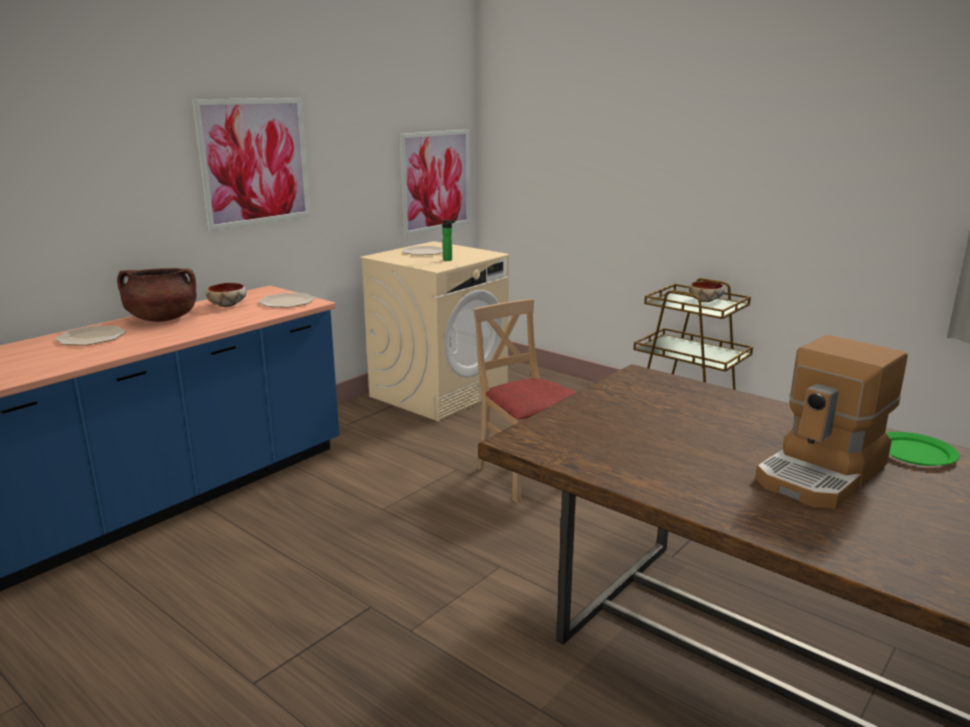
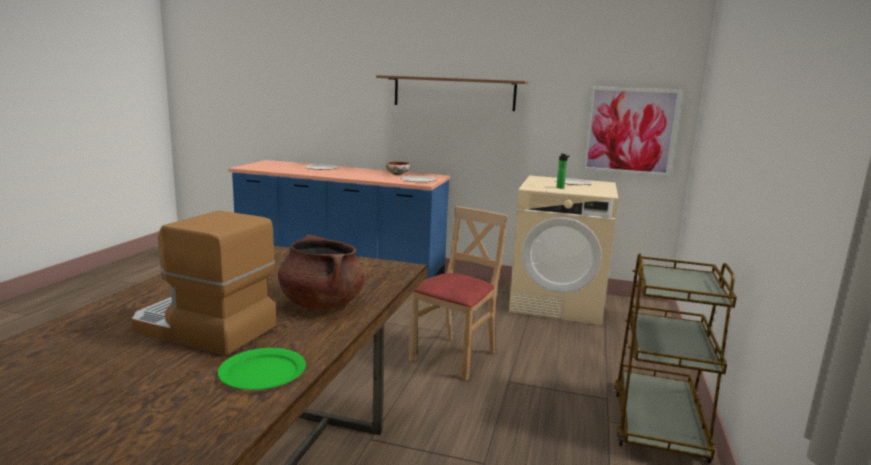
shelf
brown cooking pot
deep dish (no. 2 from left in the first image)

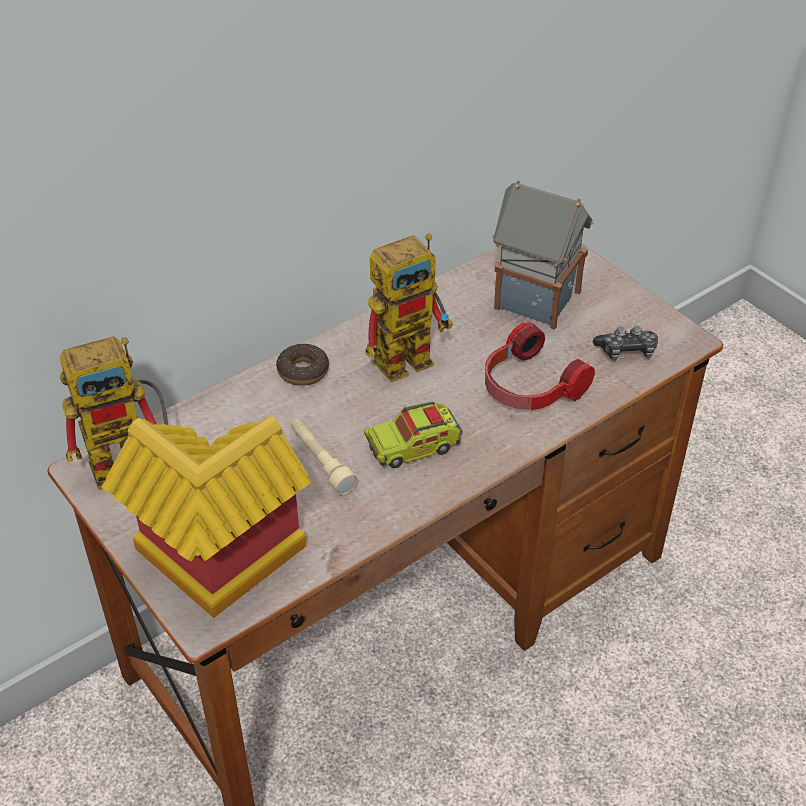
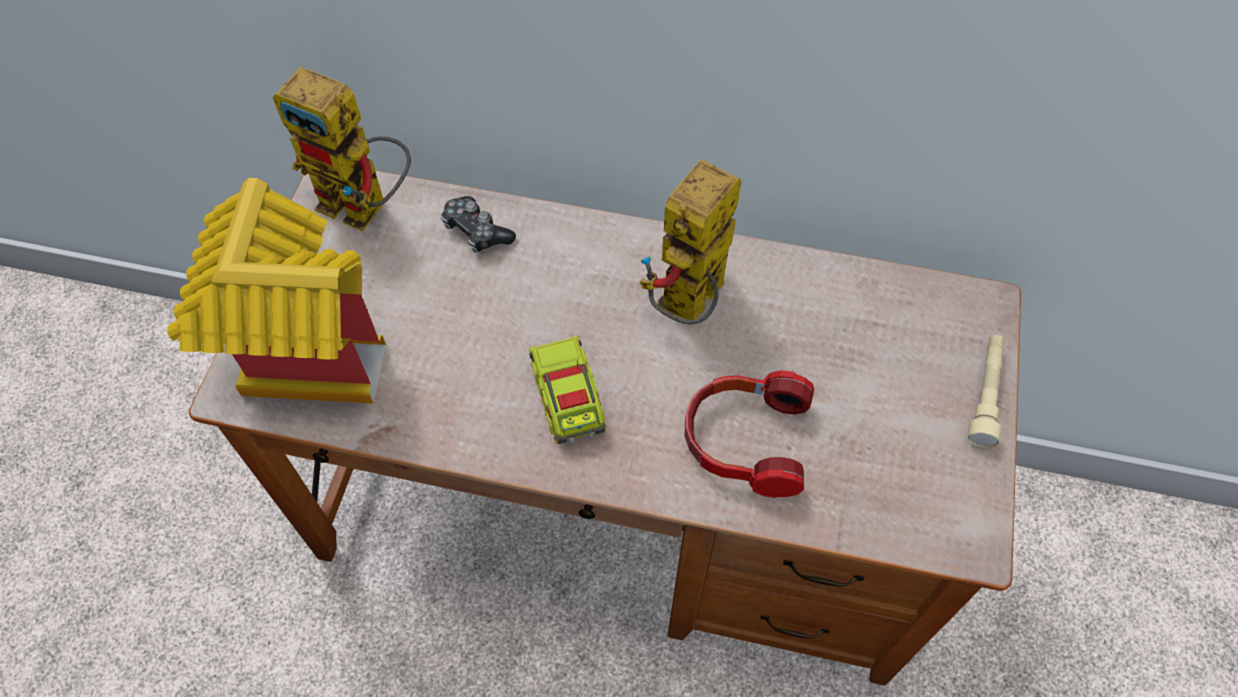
miniature house (no. 2 from left in the first image)
model robot (no. 2 from left)
joypad
doughnut
model truck
beige-coloured flashlight

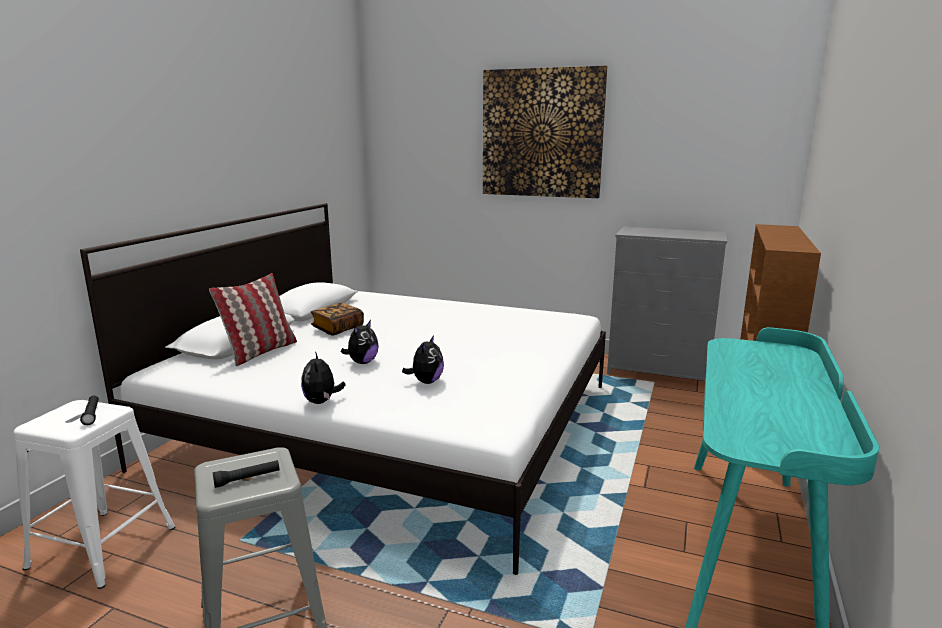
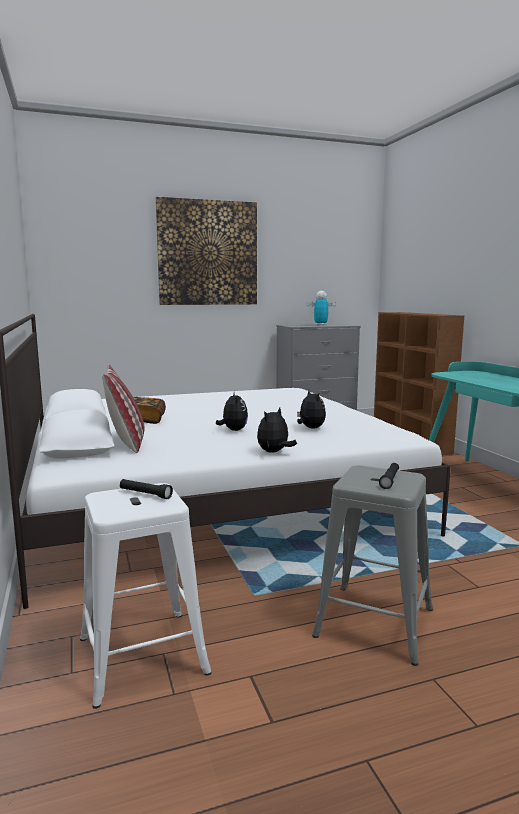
cuddly toy (no. 2 from left)
model robot

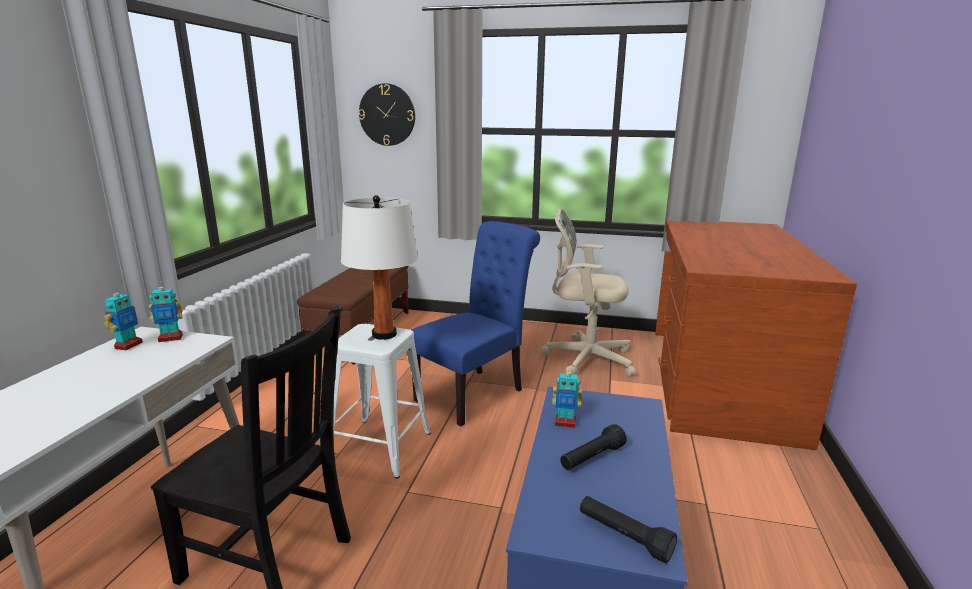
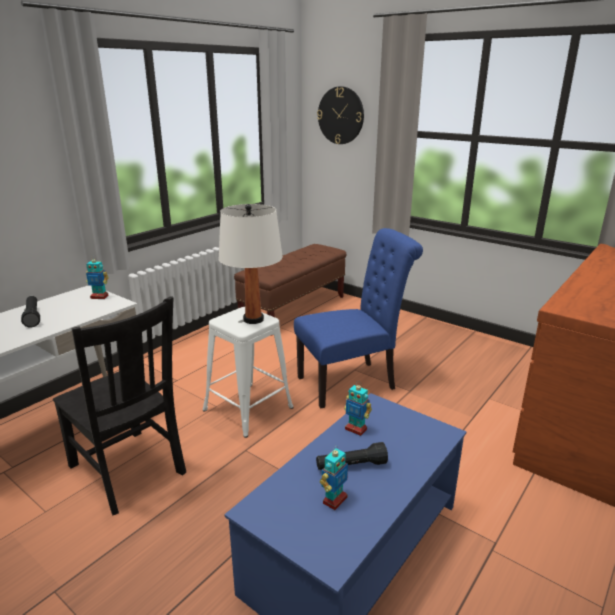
beige-coloured desk chair
model robot (no. 2 from left)
black-coloured flashlight (no. 1 from left)

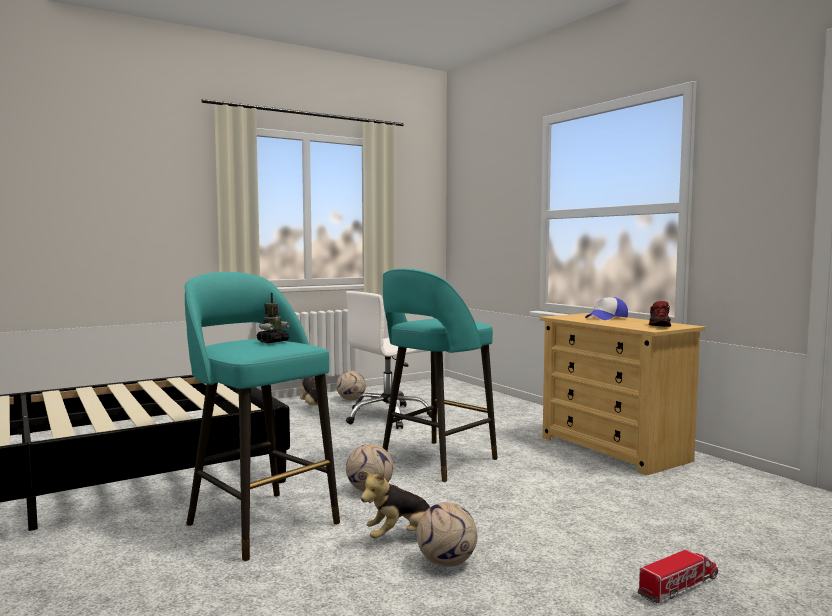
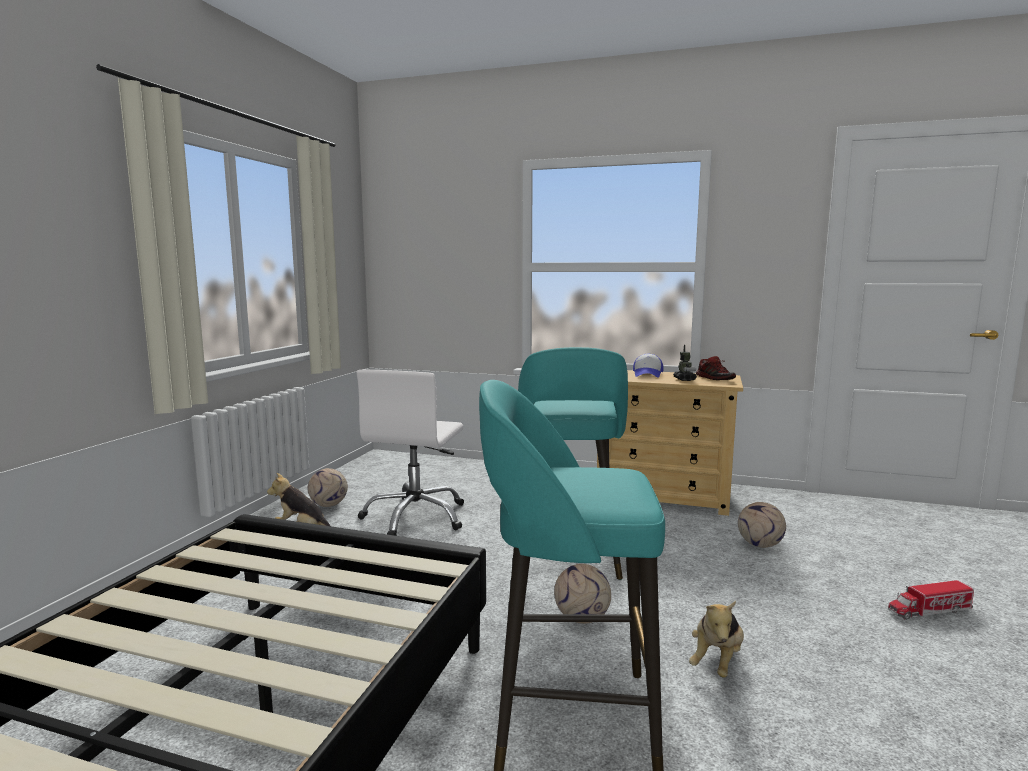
model robot
football ball (no. 3 from left)
model truck

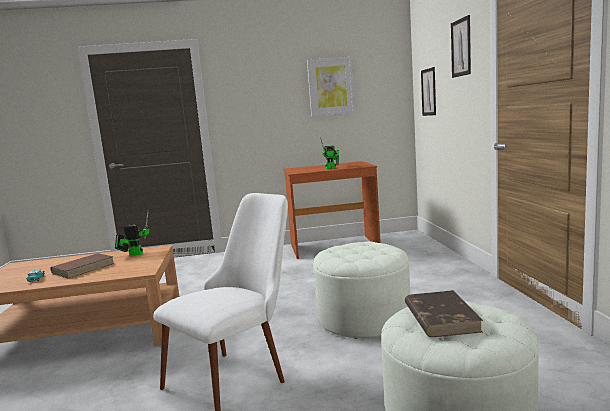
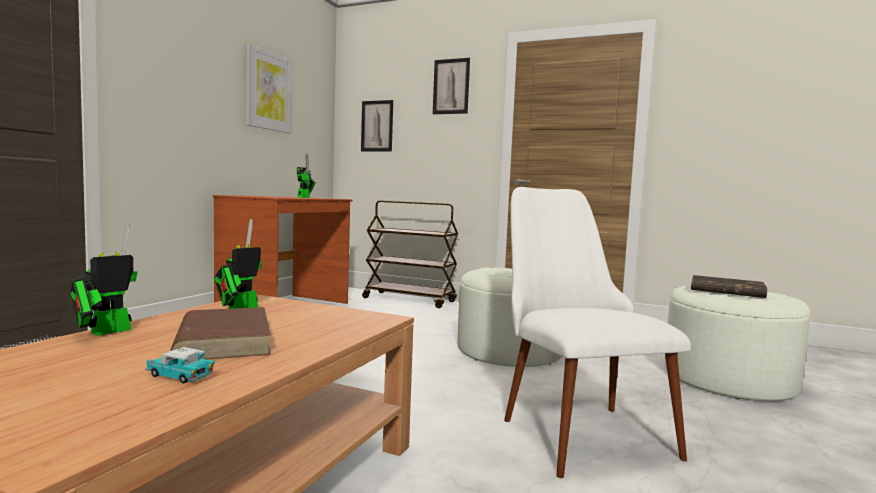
brown wheeled cart
model robot (no. 1 from left)

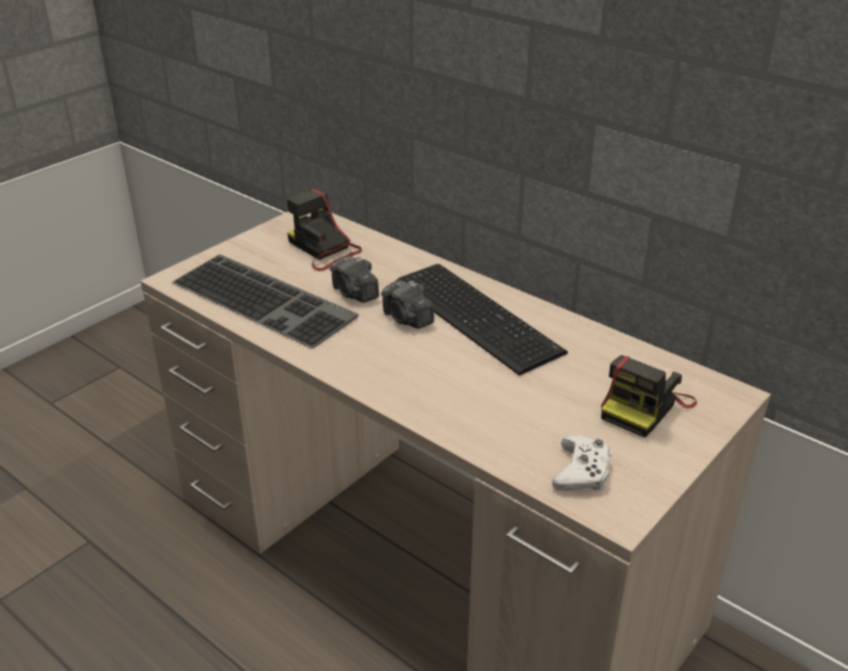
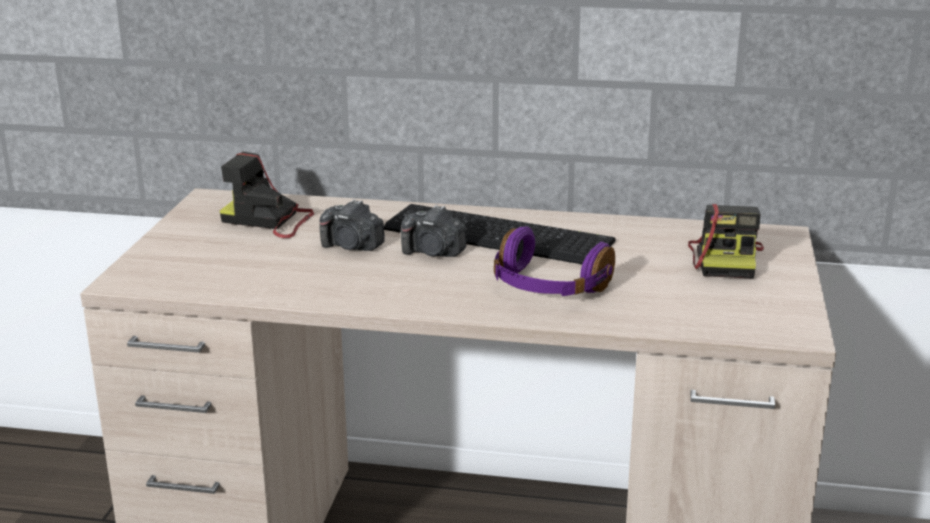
PC keyboard (no. 1 from left in the first image)
white joypad
purplish headset

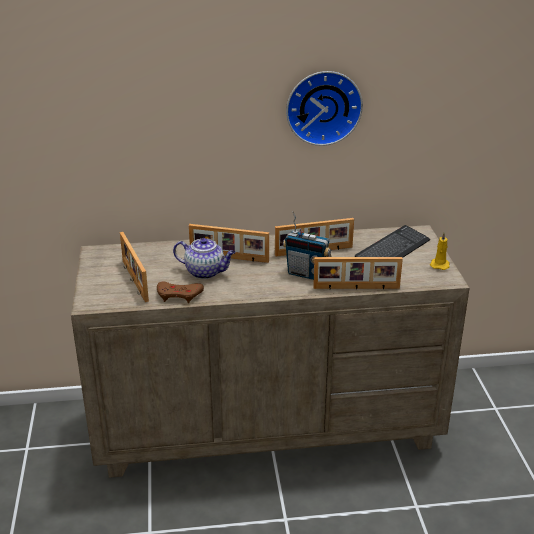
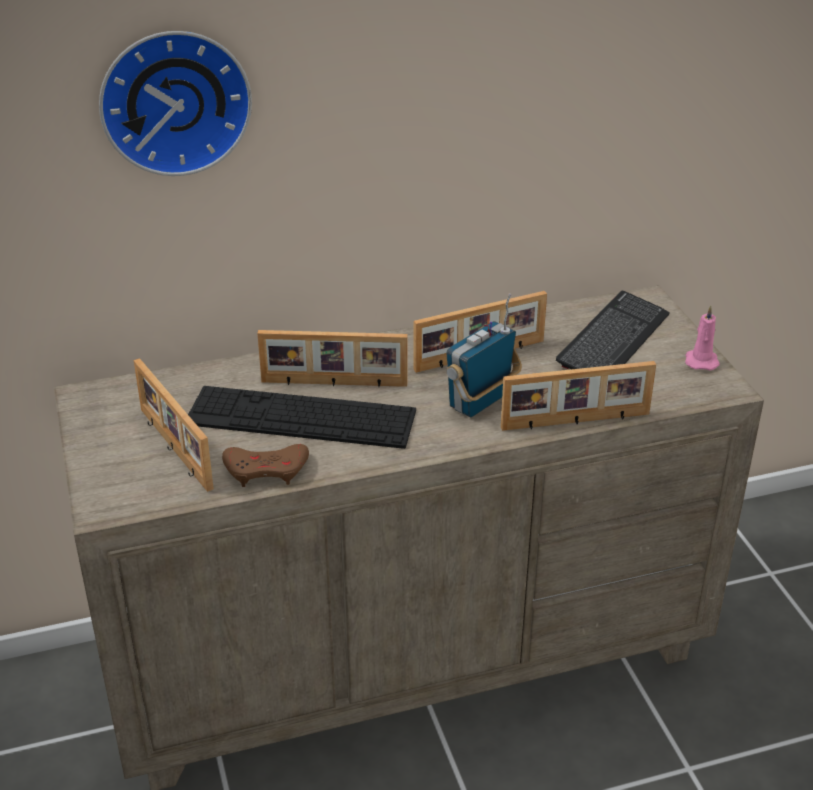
hanging clock
radio set
pink candle
PC keyboard (no. 1 from left)

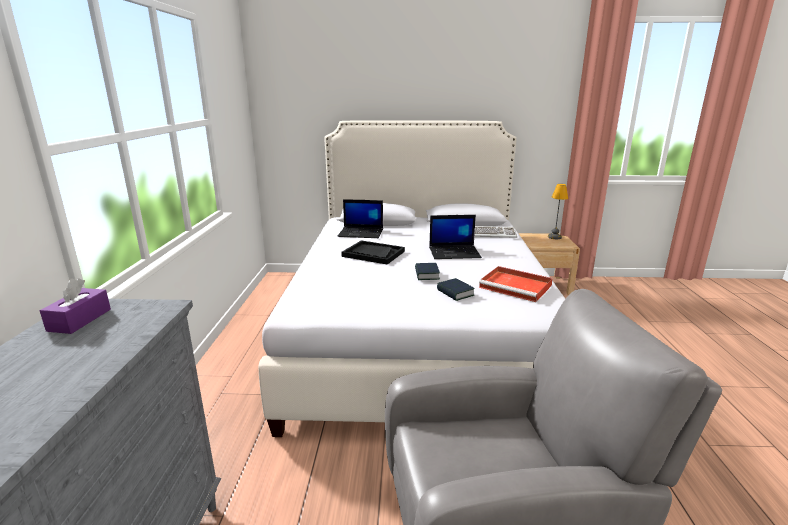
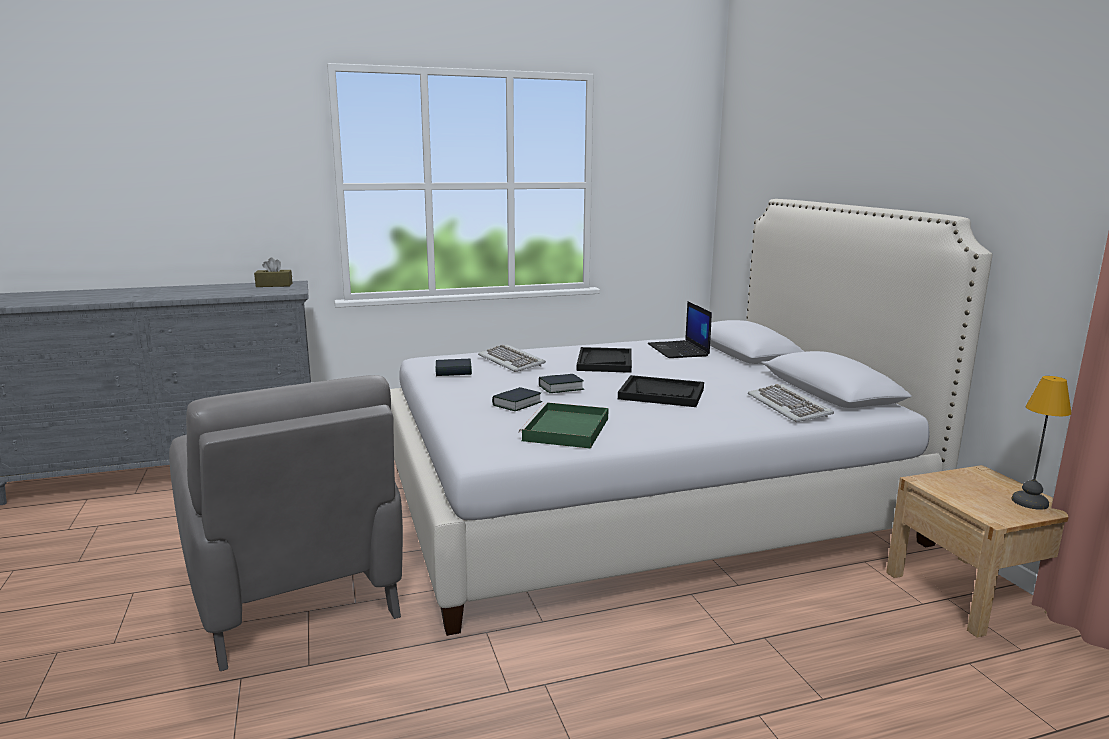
black-coloured tray (no. 2 from left)
greenish tray
brown tissue box
PC keyboard (no. 1 from left)
bound book (no. 1 from left)

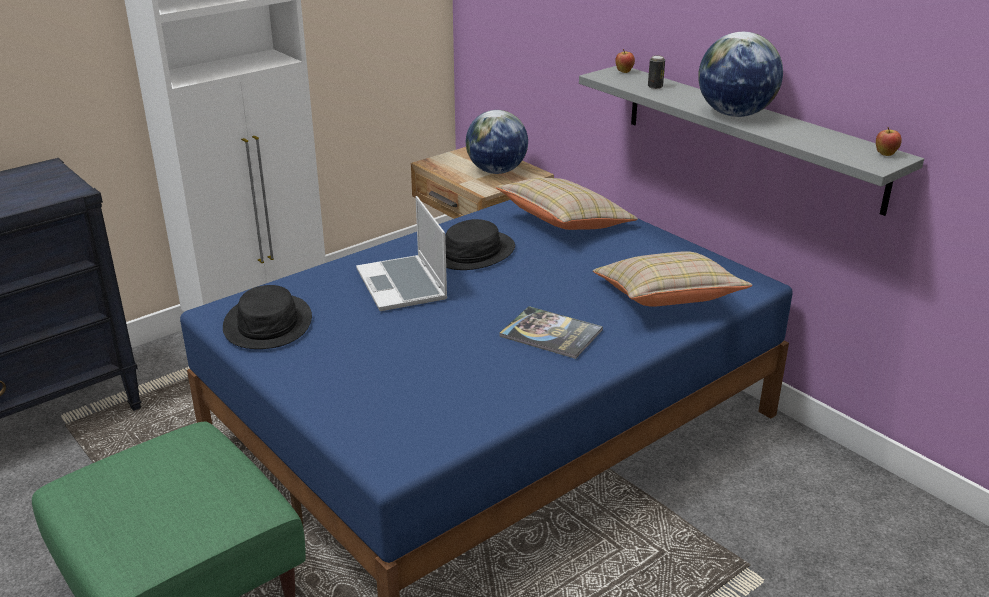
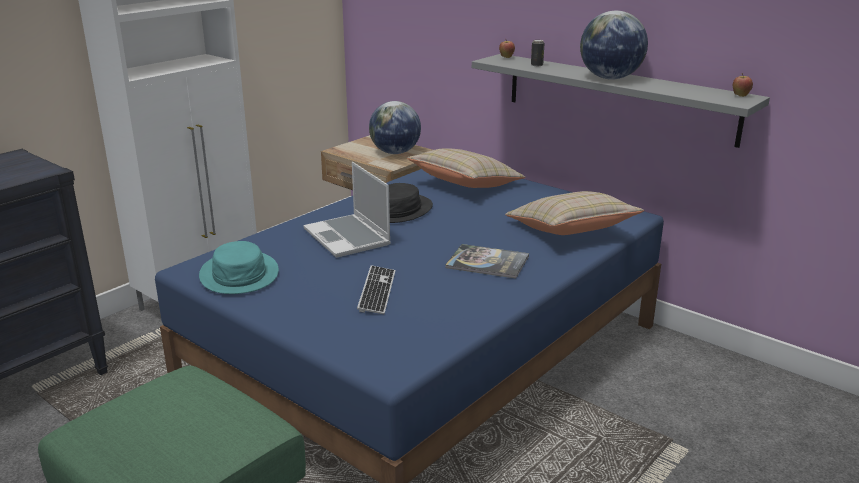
turquoise-coloured wearable hat
PC keyboard

